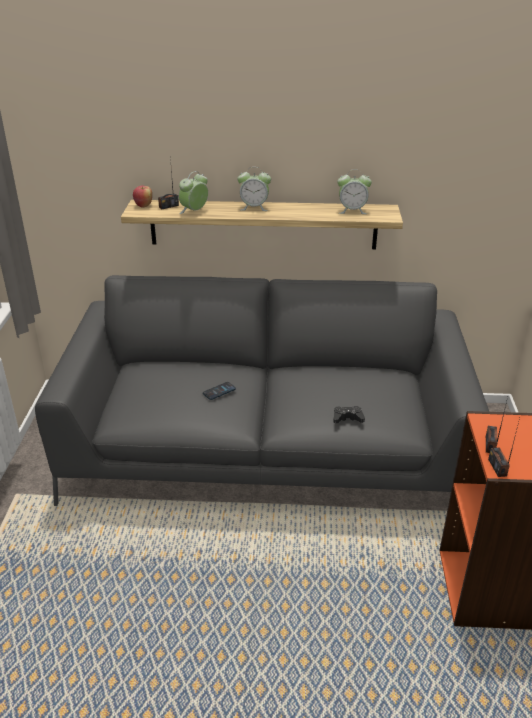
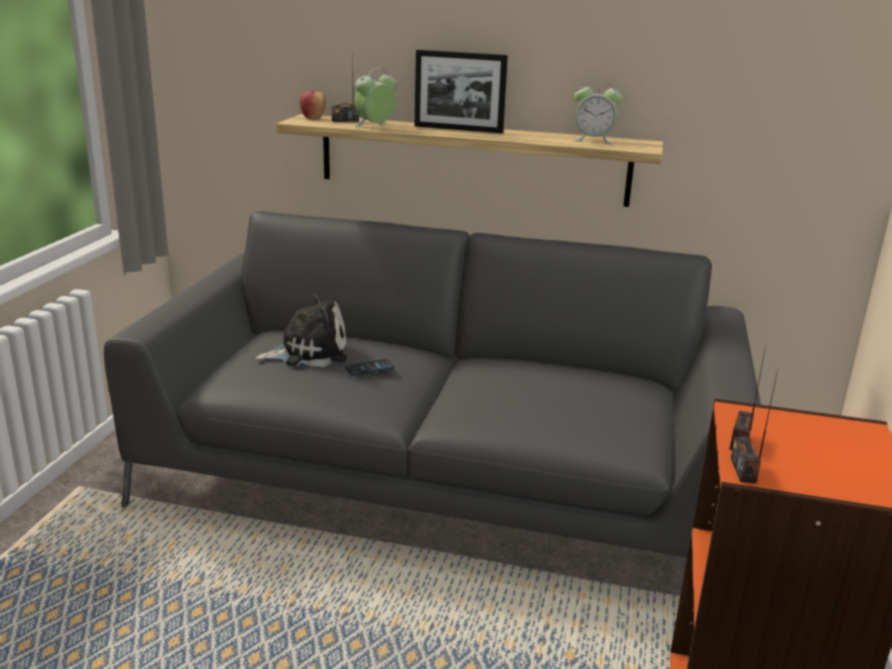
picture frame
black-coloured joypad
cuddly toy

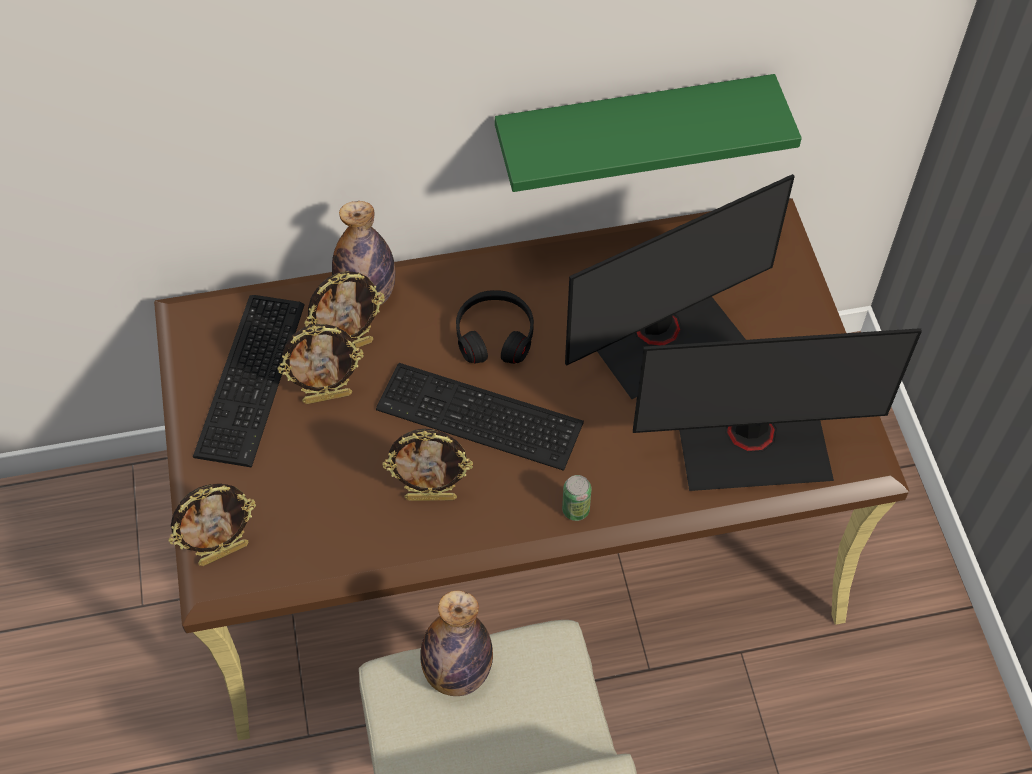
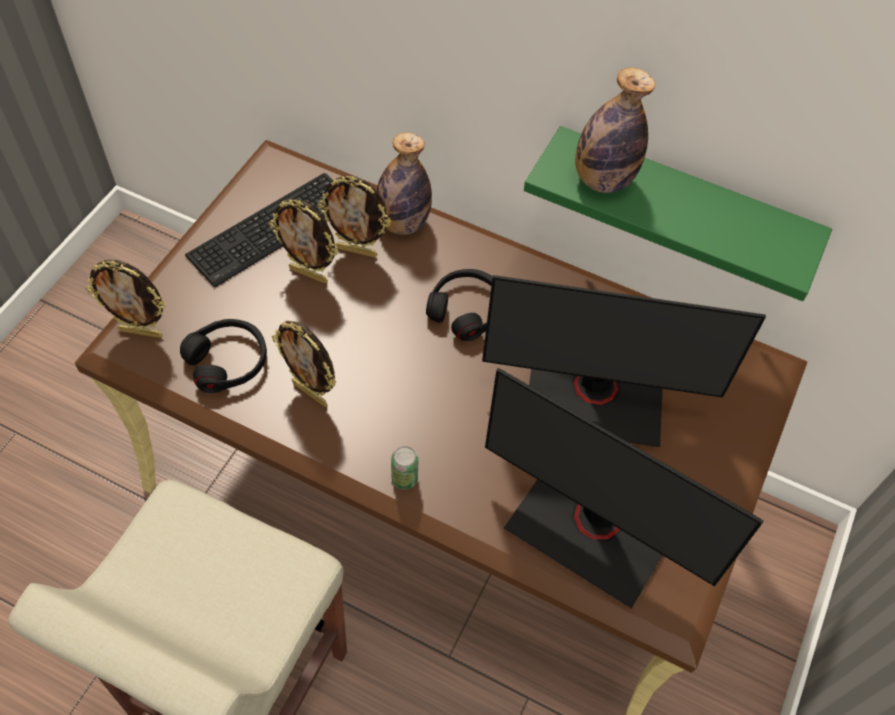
PC keyboard (no. 2 from left in the first image)
drink bottle (no. 2 from left)
black-coloured headset (no. 1 from left)

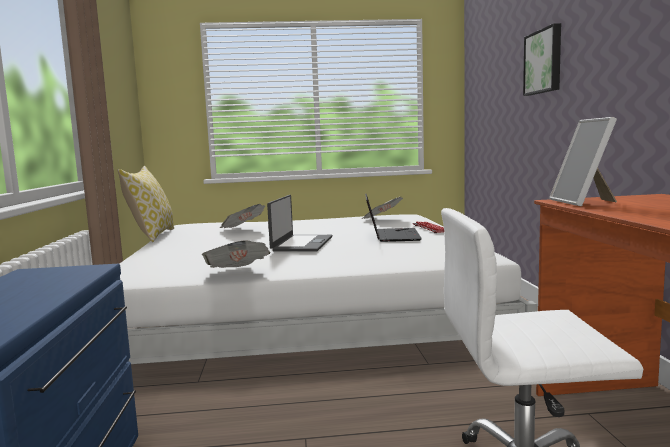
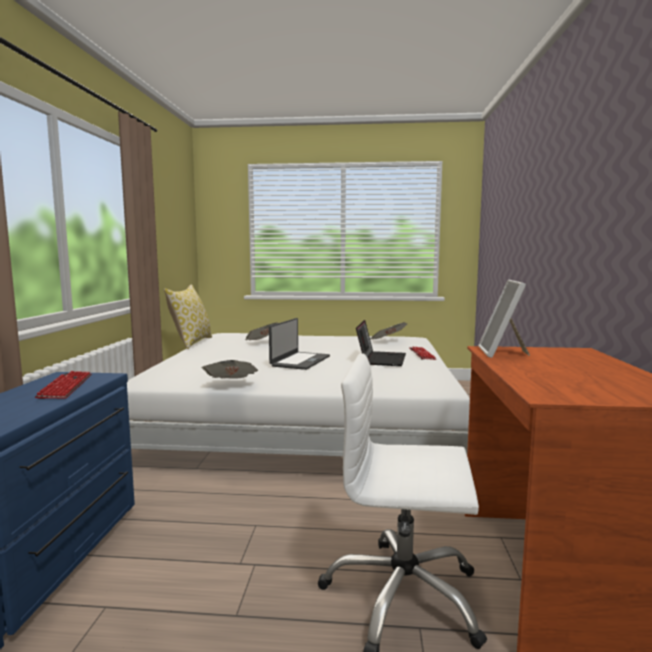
picture
PC keyboard (no. 1 from left)

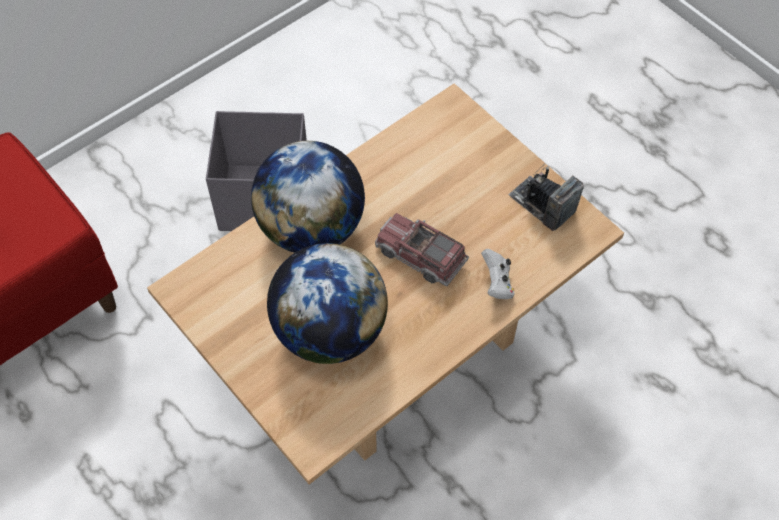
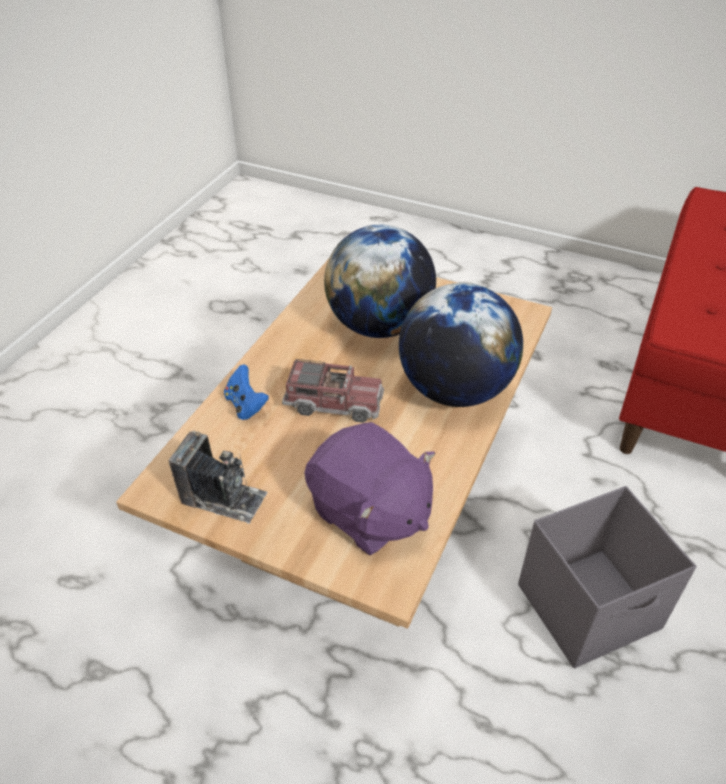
blue-coloured joypad
purplish cuddly toy

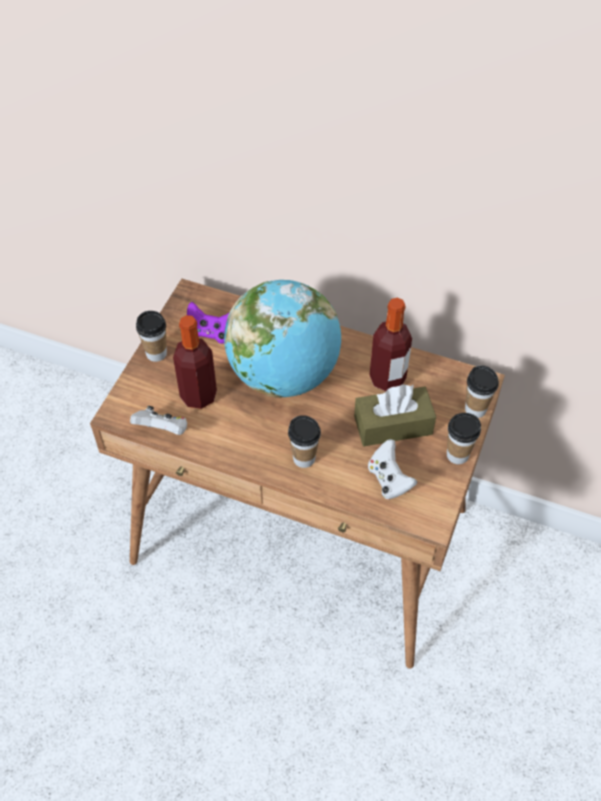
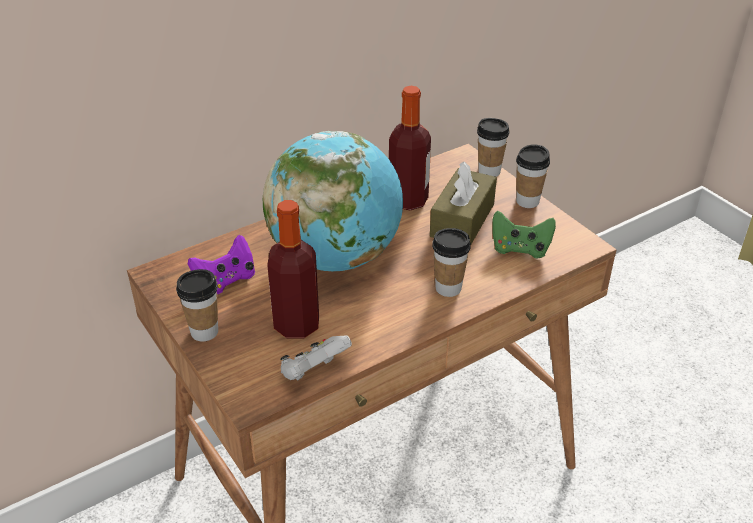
greenish joypad

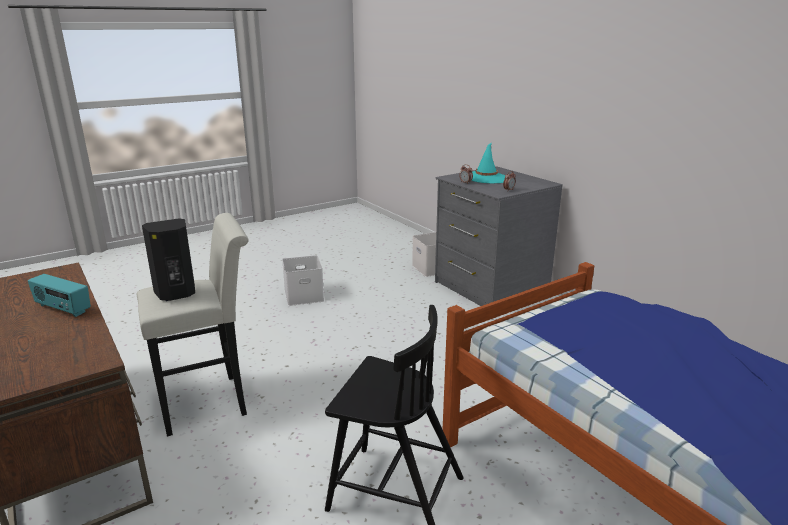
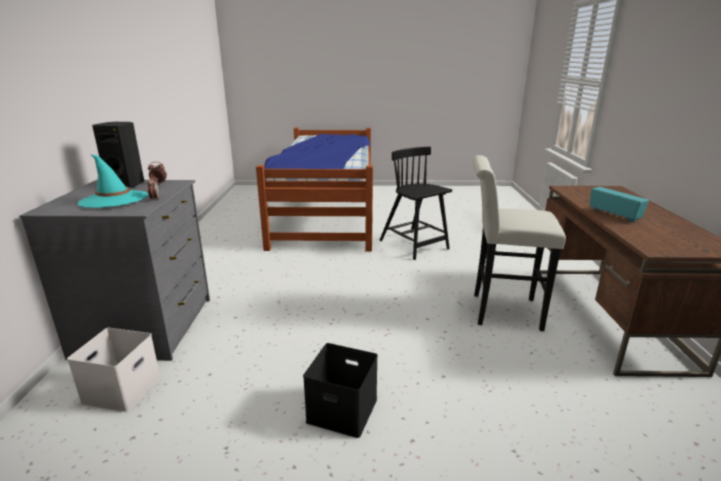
black-coloured speaker
black-coloured storage box

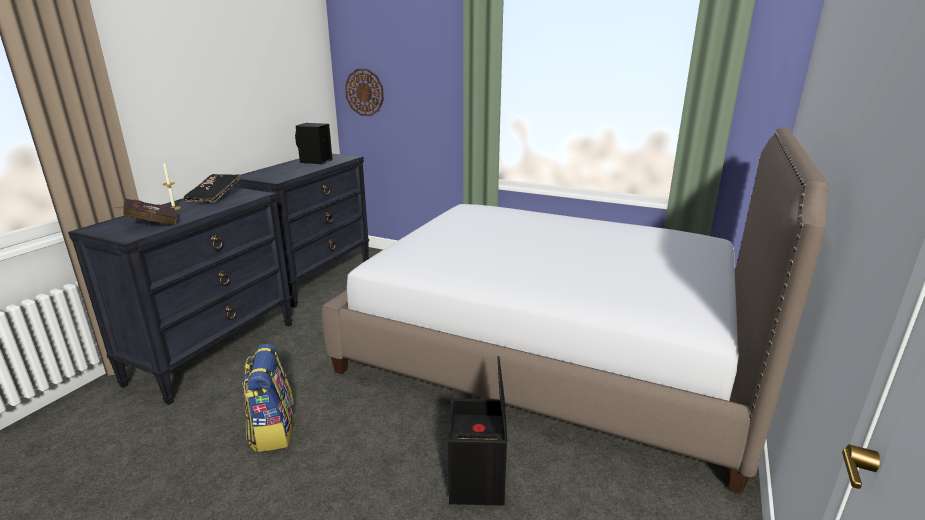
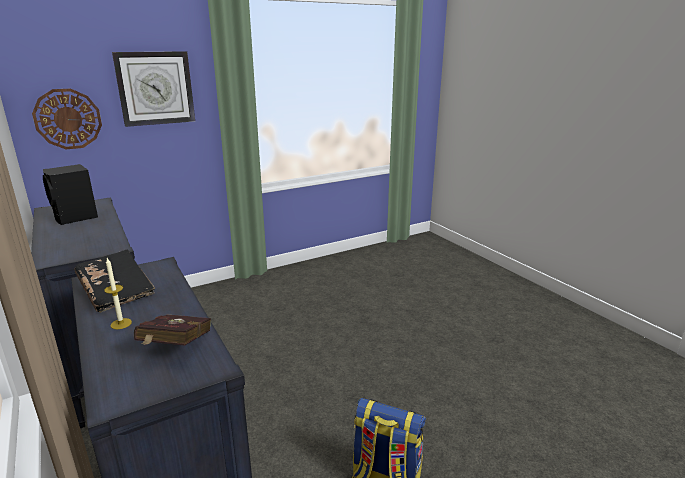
sleeping bed
black-coloured storage box
hanging clock (no. 2 from left)

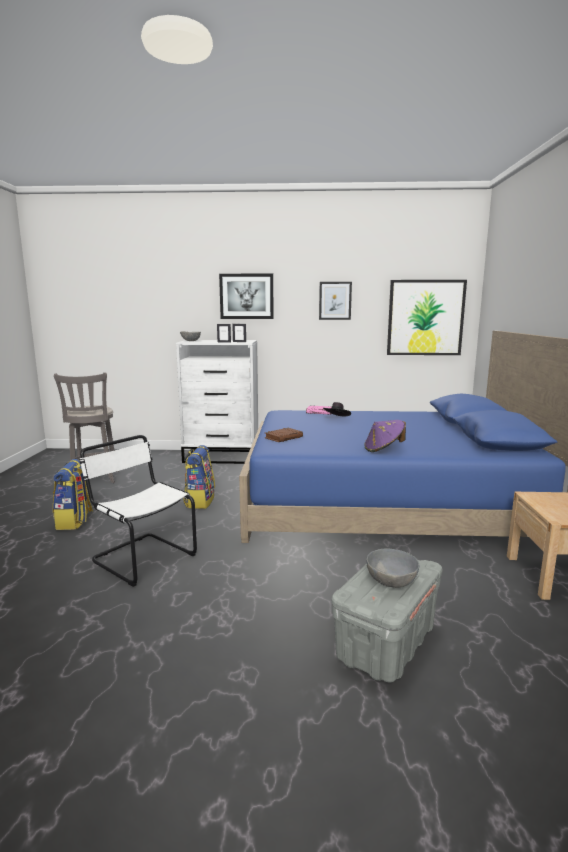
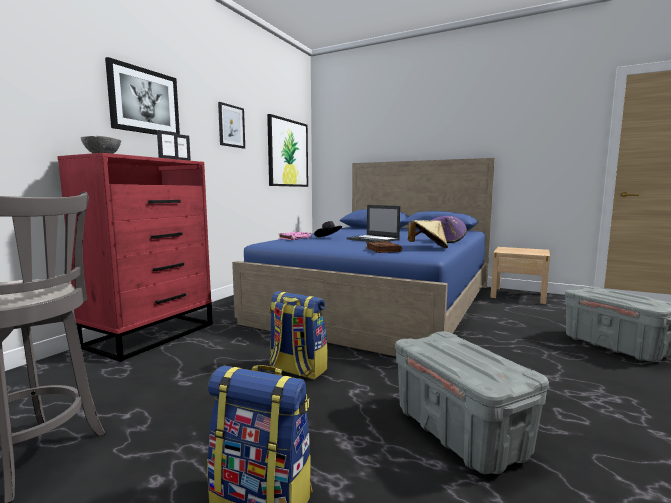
red drawer chest
gray storage box (no. 1 from left)
gray deep dish (no. 2 from left in the first image)
notebook computer
beige-coloured wearable hat

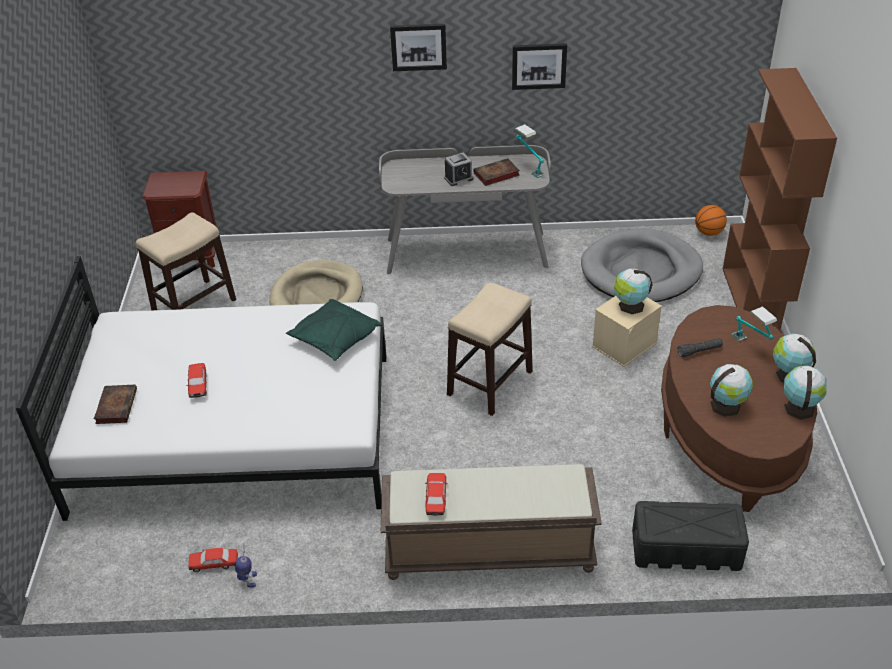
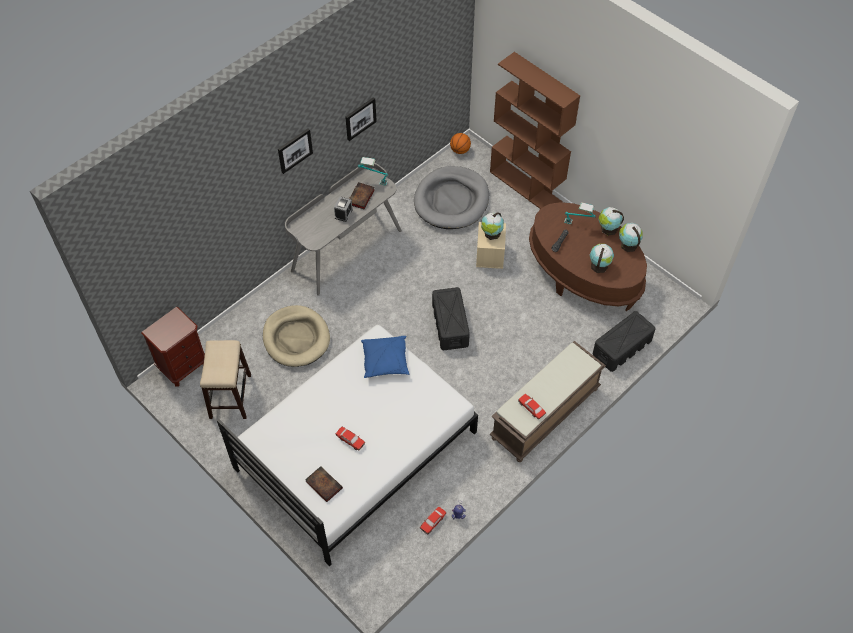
black-coloured storage box (no. 1 from left)
blue-coloured throw pillow

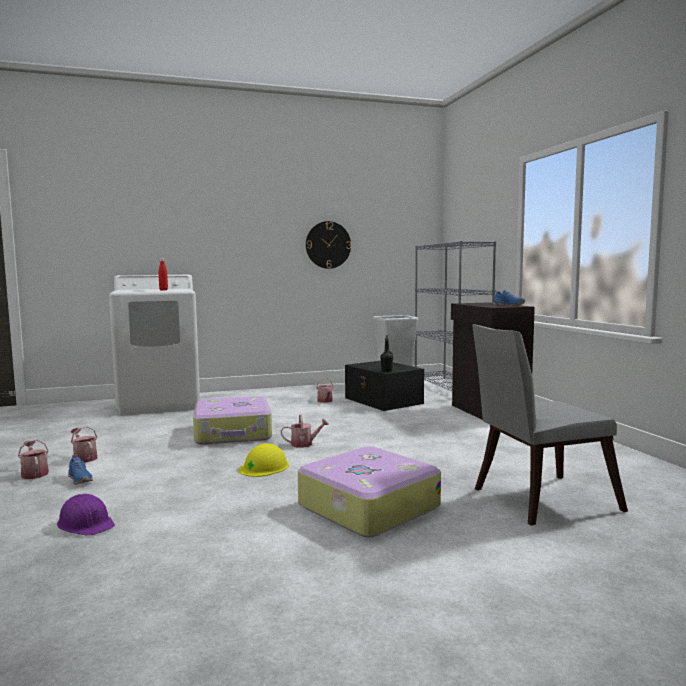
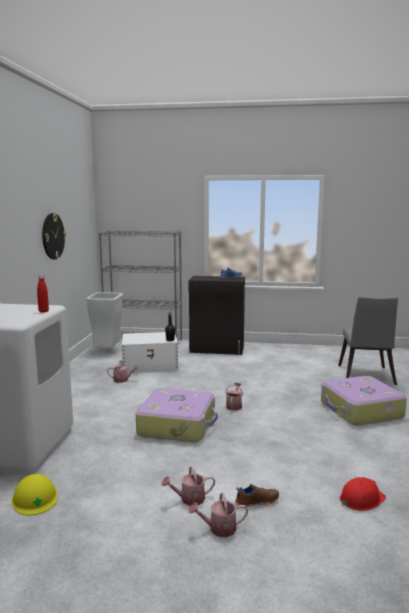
white storage box
yellow-coloured safety helmet
brown item of footwear
red safety helmet

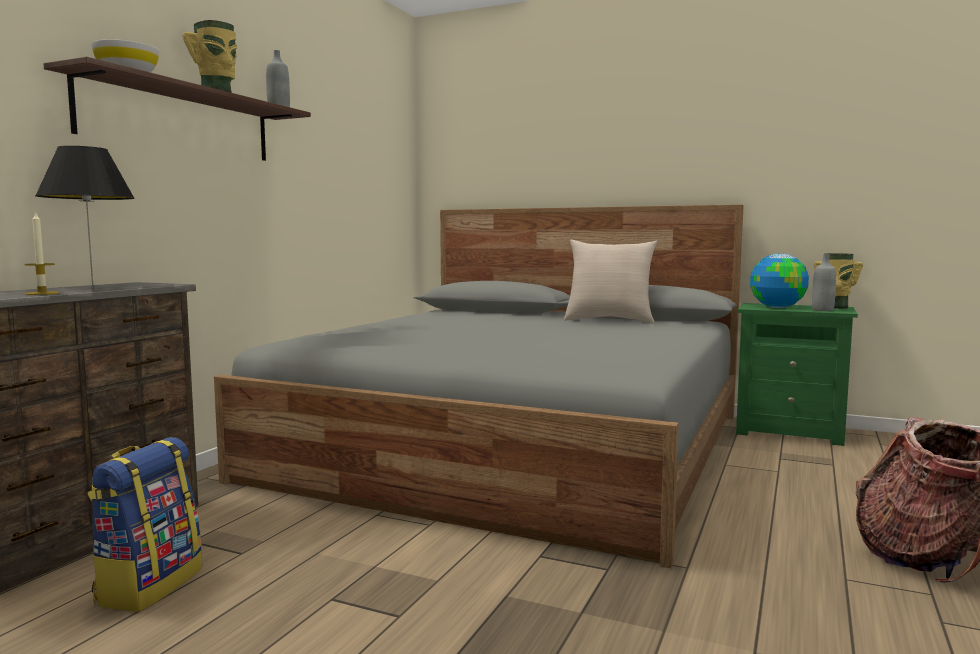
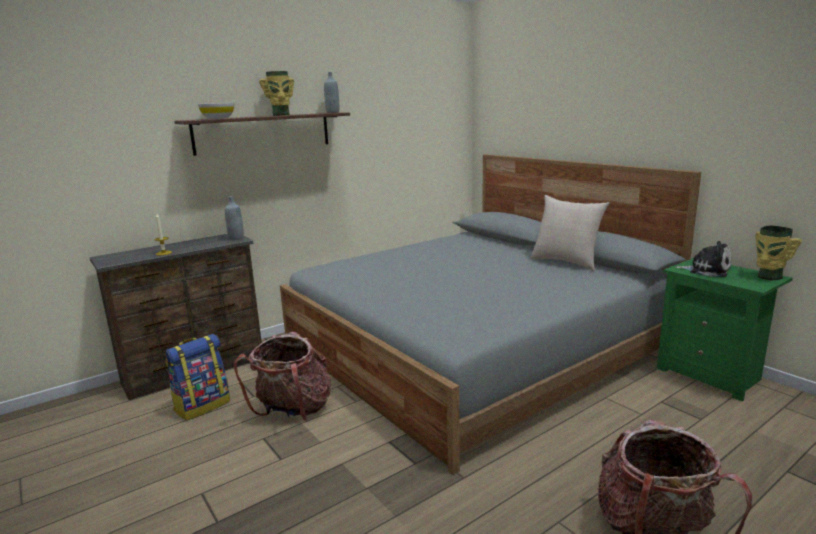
black-coloured lamp for a table
cuddly toy
gray drink bottle (no. 1 from left)
backpack (no. 2 from left)

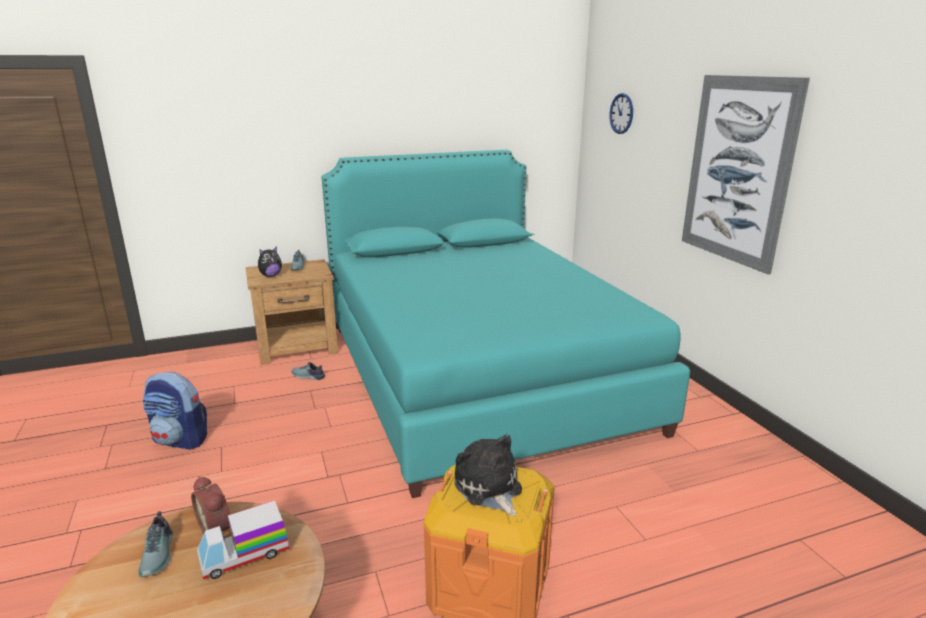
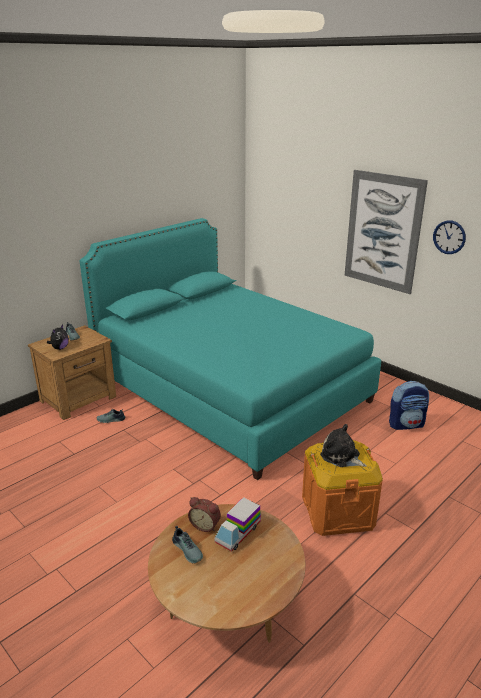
hanging clock
backpack

